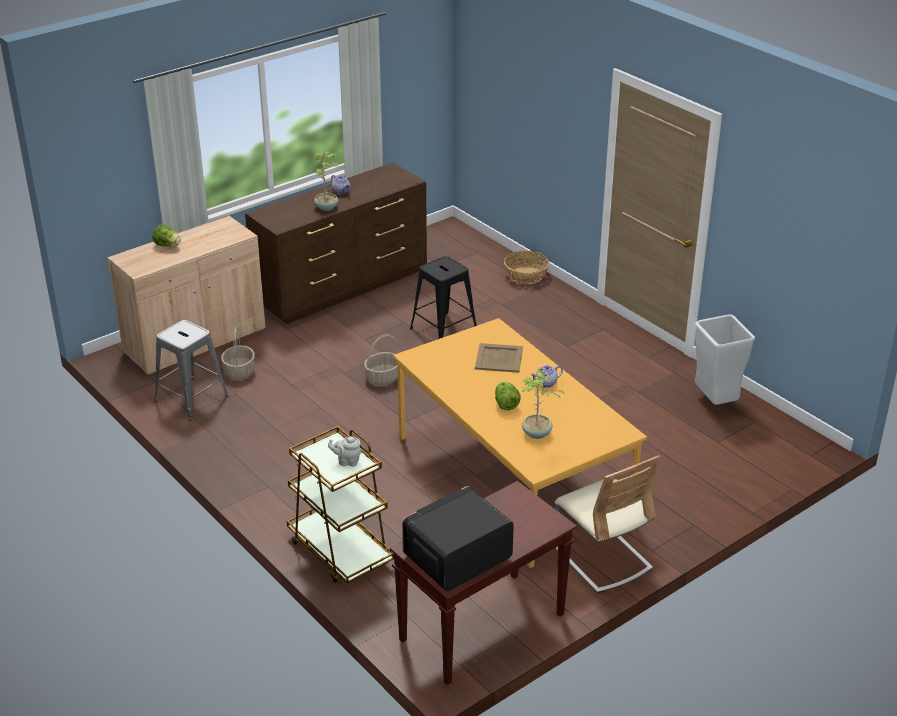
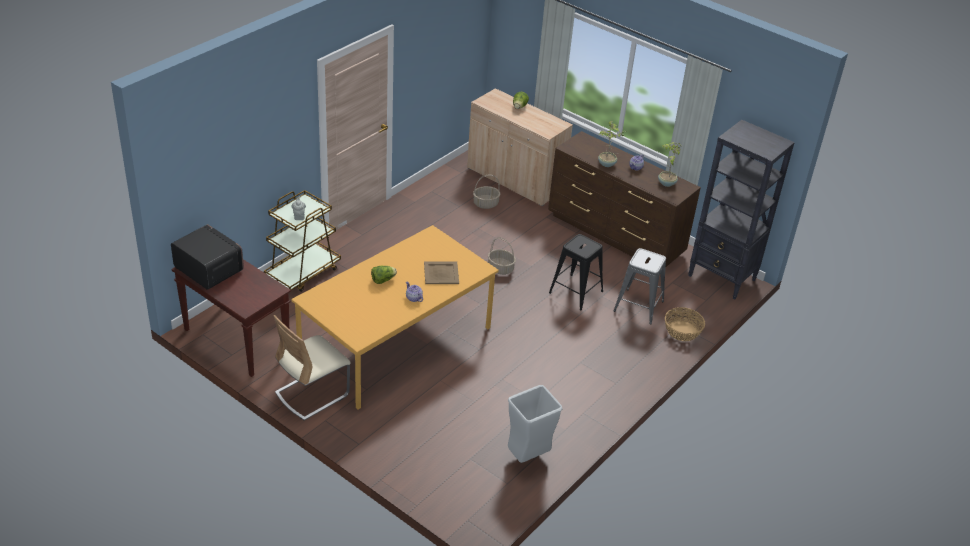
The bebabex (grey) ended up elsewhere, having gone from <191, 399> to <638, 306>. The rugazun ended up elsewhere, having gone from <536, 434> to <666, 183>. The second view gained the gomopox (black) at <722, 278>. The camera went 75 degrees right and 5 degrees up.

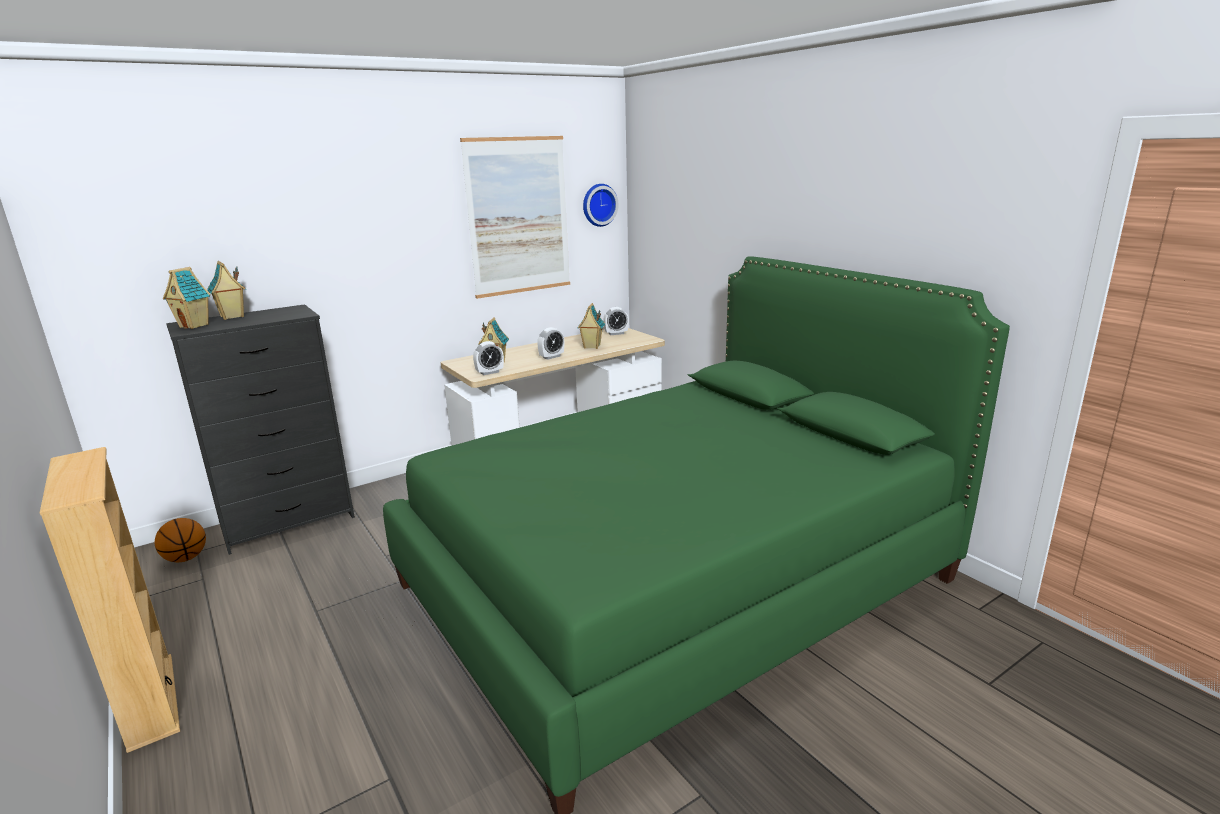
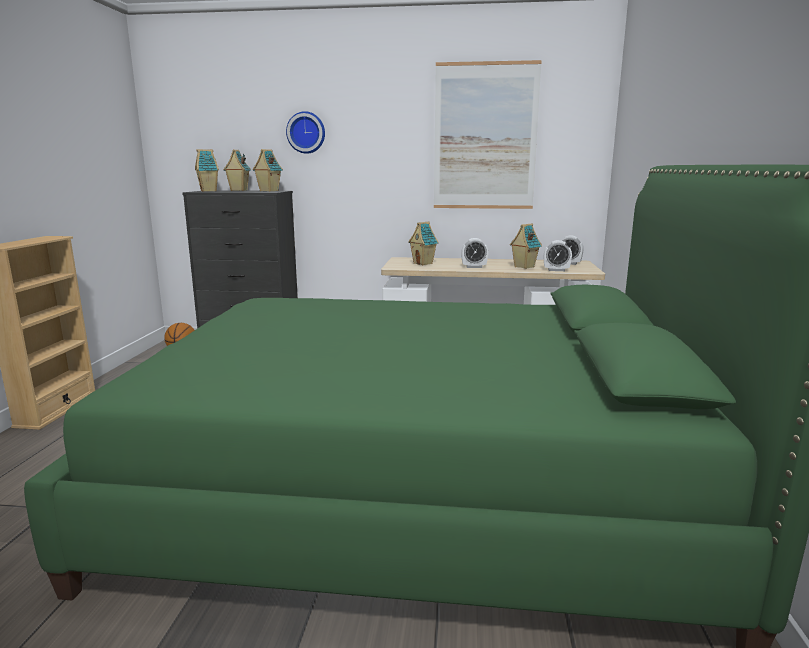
The second view gained the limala at <268, 191>. The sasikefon ended up elsewhere, having gone from <598, 205> to <306, 132>. The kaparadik ended up elsewhere, having gone from <489, 372> to <556, 270>. The camera went 40 degrees right and 5 degrees down.

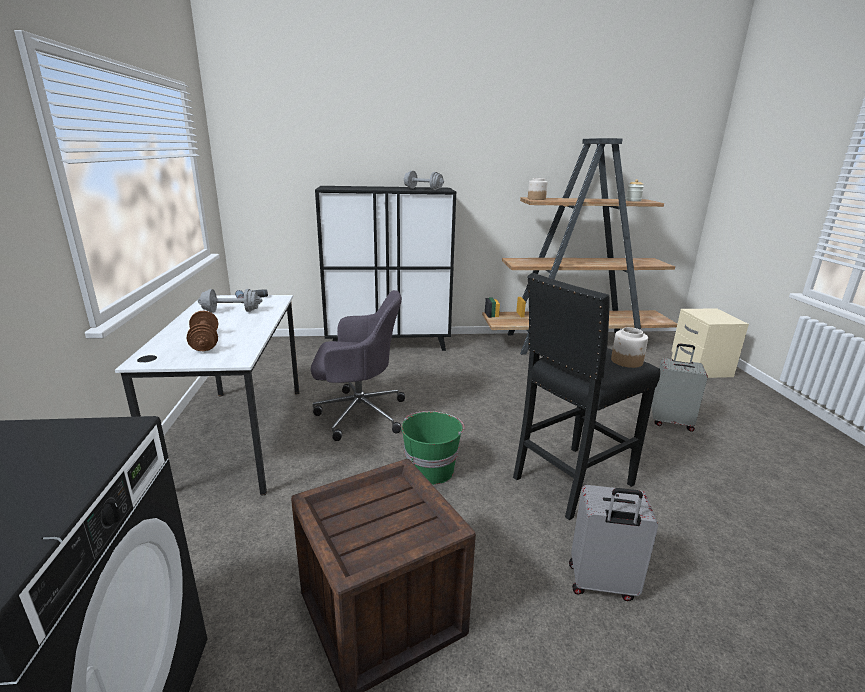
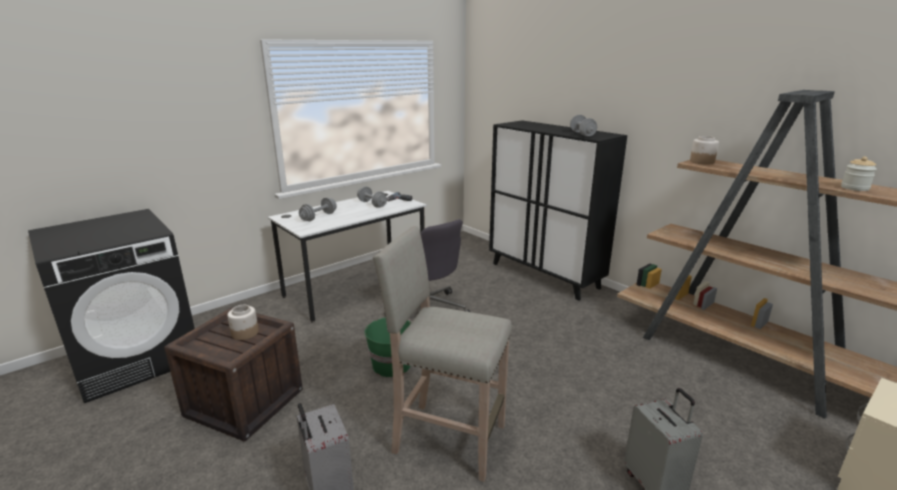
The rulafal ended up elsewhere, having gone from <627, 361> to <245, 333>. What was the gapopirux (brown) at <205, 343> turned into the gapopirux (grey) at <318, 217>. What was the bebabex (black) at <570, 481> turned into the bebabex (beige) at <447, 438>. The camera went 55 degrees right and 0 degrees up.

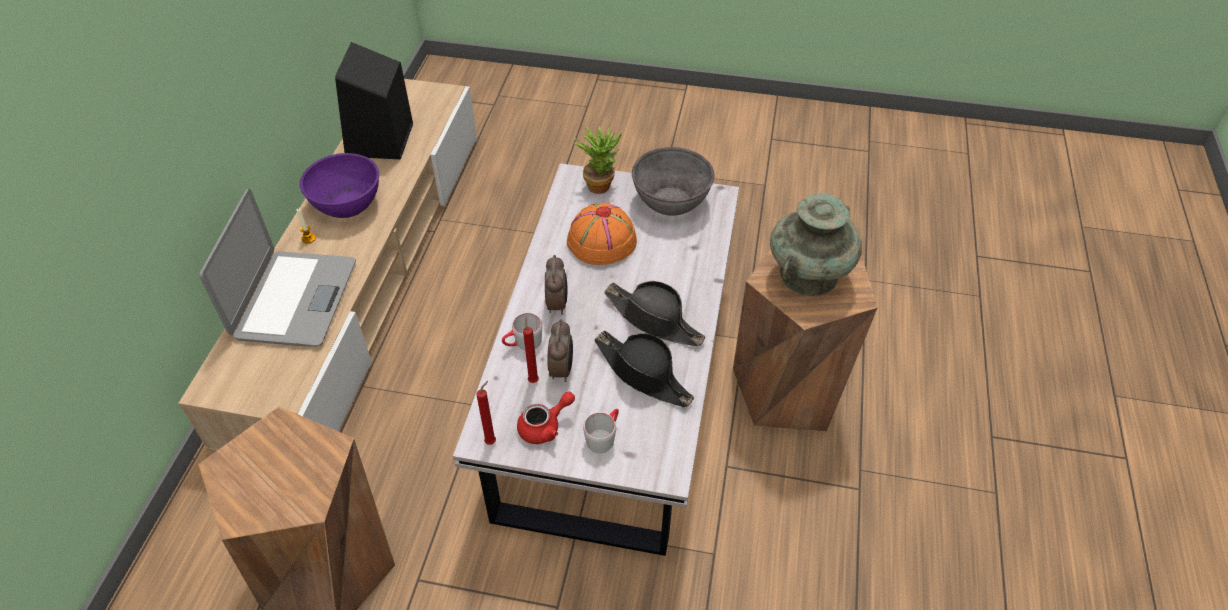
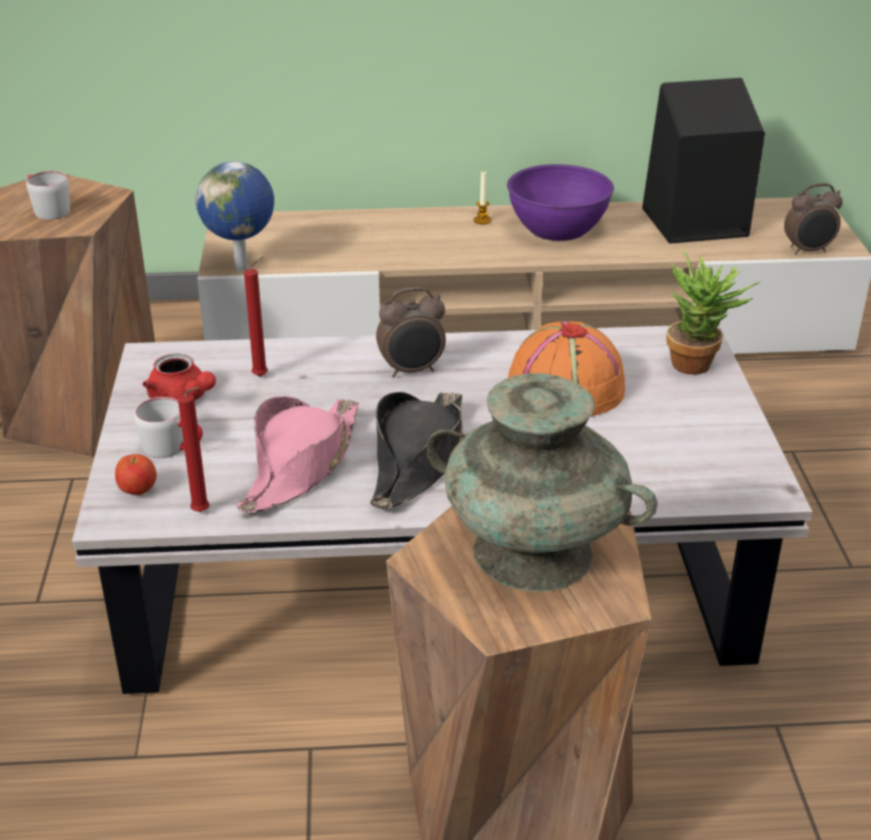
The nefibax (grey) ended up elsewhere, having gone from <523, 343> to <47, 210>. The second view gained the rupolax at <138, 491>. The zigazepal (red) ended up elsewhere, having gone from <492, 441> to <203, 513>. The second view gained the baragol at <243, 268>. What was the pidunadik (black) at <643, 374> turned into the pidunadik (pink) at <301, 466>. The kaparadik ended up elsewhere, having gone from <562, 369> to <808, 251>. The second view lost the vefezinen at <294, 299>. The second view lost the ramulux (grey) at <671, 201>. The camera went 75 degrees right and 15 degrees down.

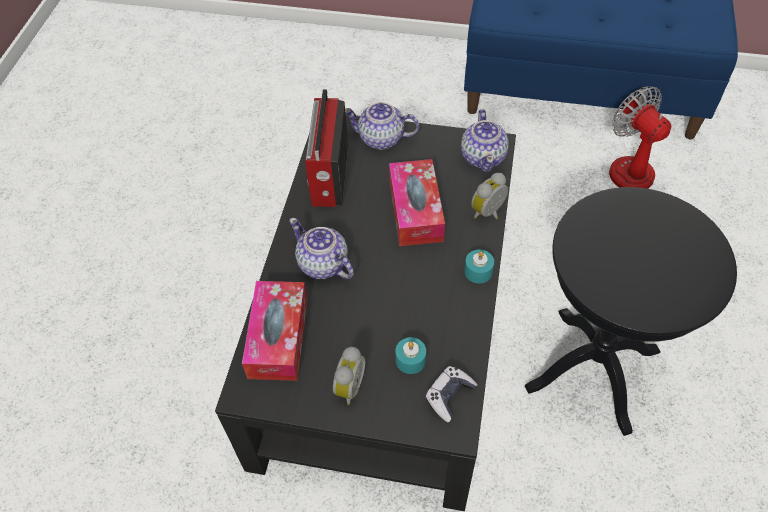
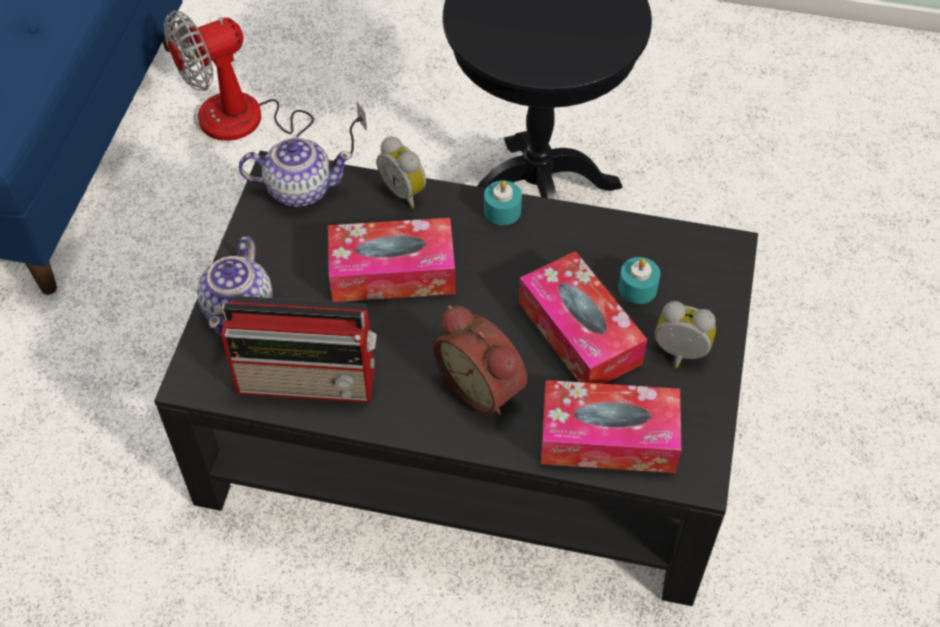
Where the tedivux stood at <323, 265>, the kaparadik came to stand at <484, 385>. The second view gained the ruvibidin at <579, 333>. The second view lost the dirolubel at <449, 396>. The camera went 90 degrees left and 0 degrees up.

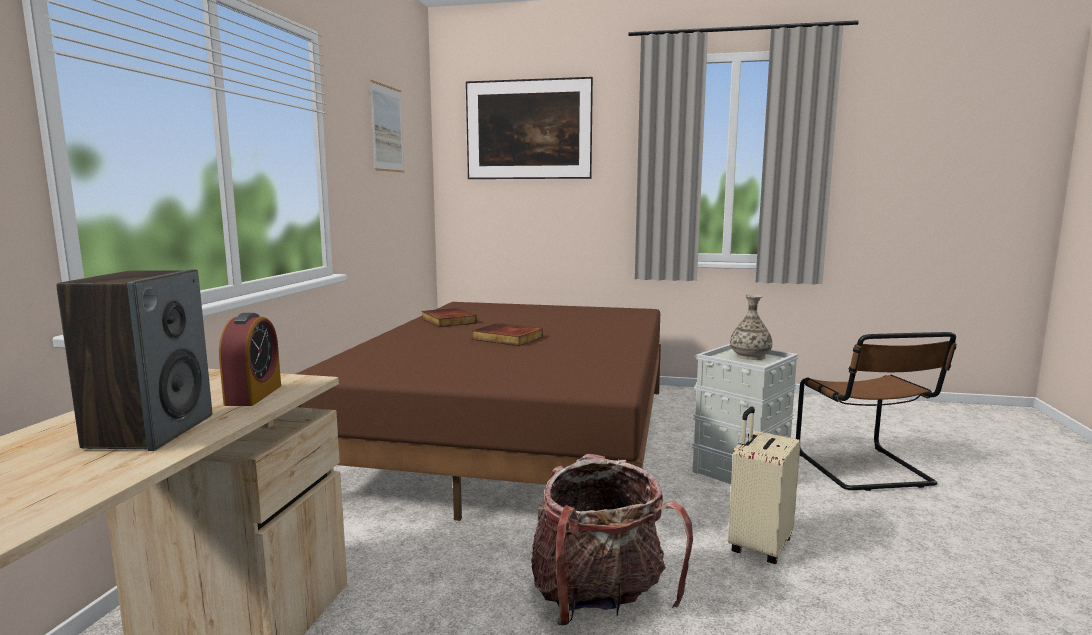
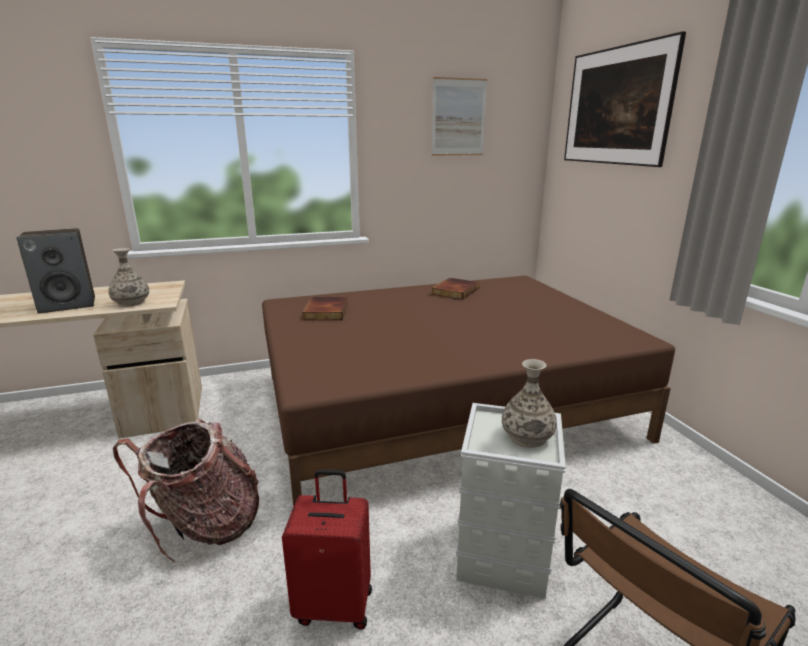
Where the kaparadik stood at <253, 395>, the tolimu came to stand at <131, 302>. What was the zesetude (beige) at <758, 546> turned into the zesetude (red) at <334, 605>. The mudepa ended up elsewhere, having gone from <506, 338> to <325, 311>. The camera went 60 degrees right and 10 degrees up.

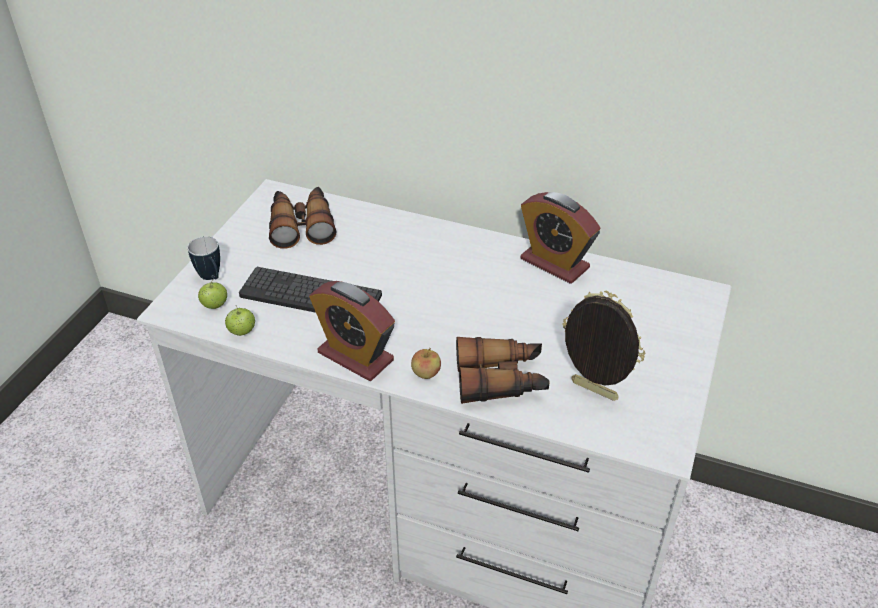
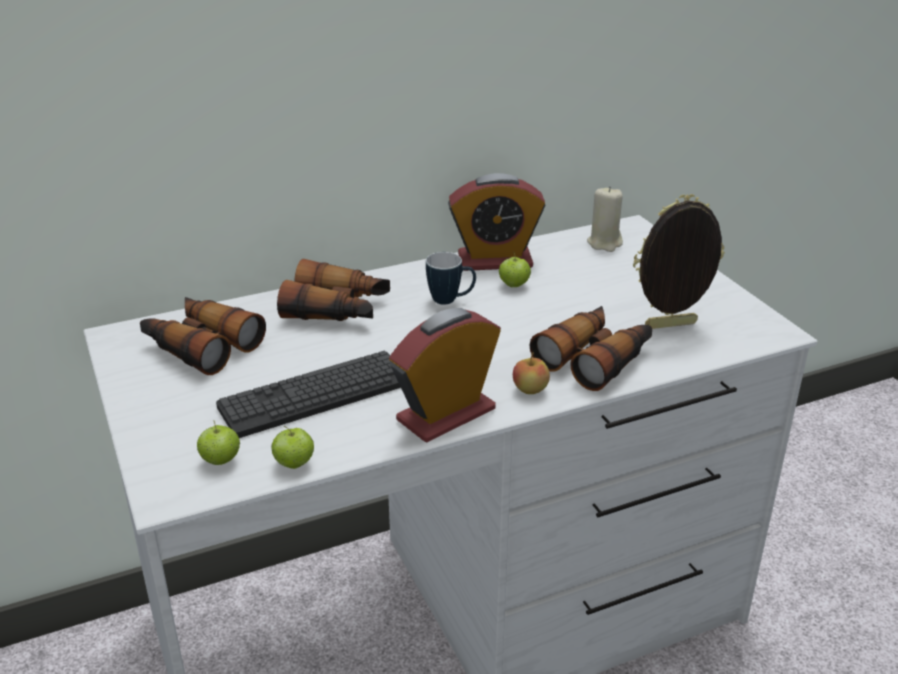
The second view gained the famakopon at <338, 309>. The kaparadik at <355, 356> ended up facing another way, 150 degrees clockwise from before. The nefibax ended up elsewhere, having gone from <212, 278> to <451, 300>. The second view gained the rupolax at <514, 285>. The second view gained the zigazepal (beige) at <604, 243>. The camera went 45 degrees left and 10 degrees down.

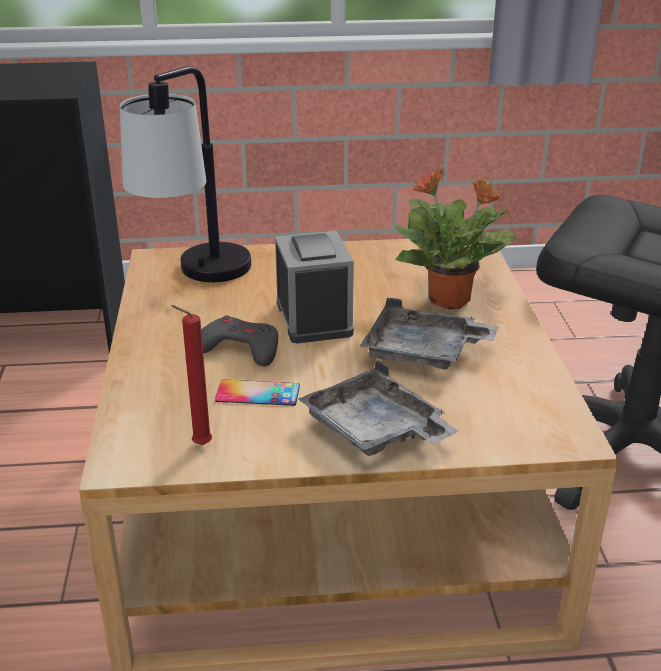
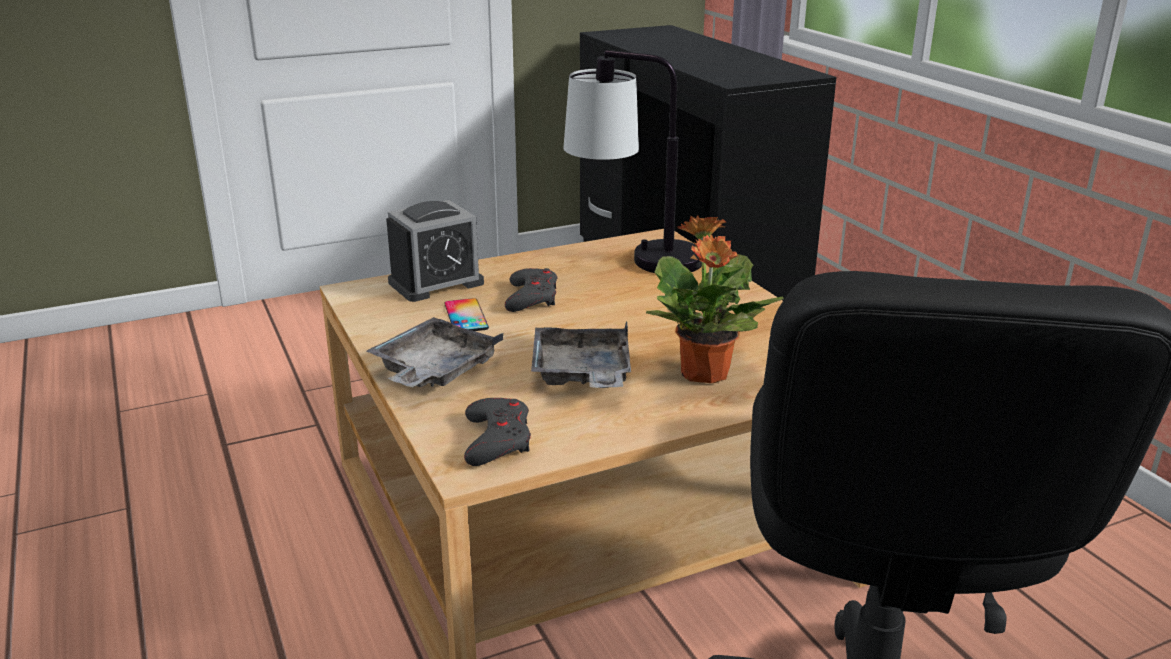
The kaparadik ended up elsewhere, having gone from <314, 318> to <436, 283>. The second view gained the dirolubel (grey) at <497, 439>. The second view lost the zigazepal (red) at <199, 445>. The camera went 70 degrees right and 5 degrees down.

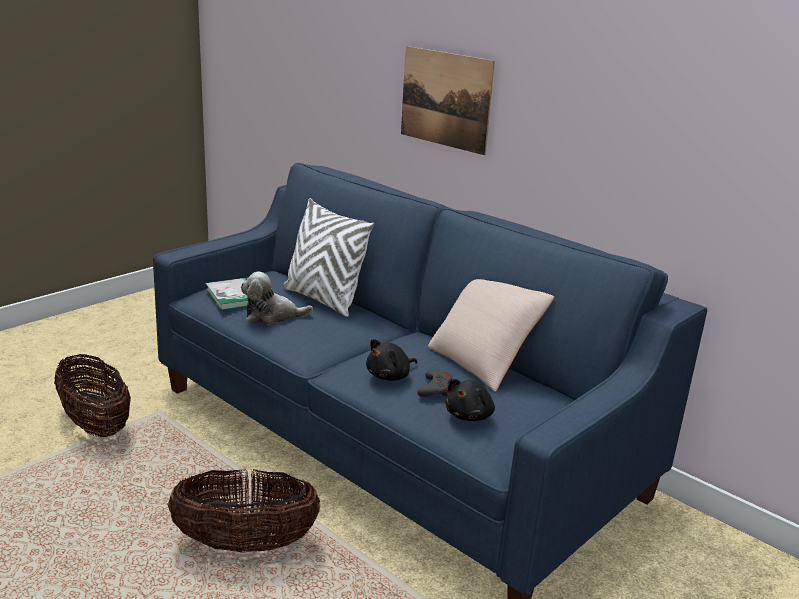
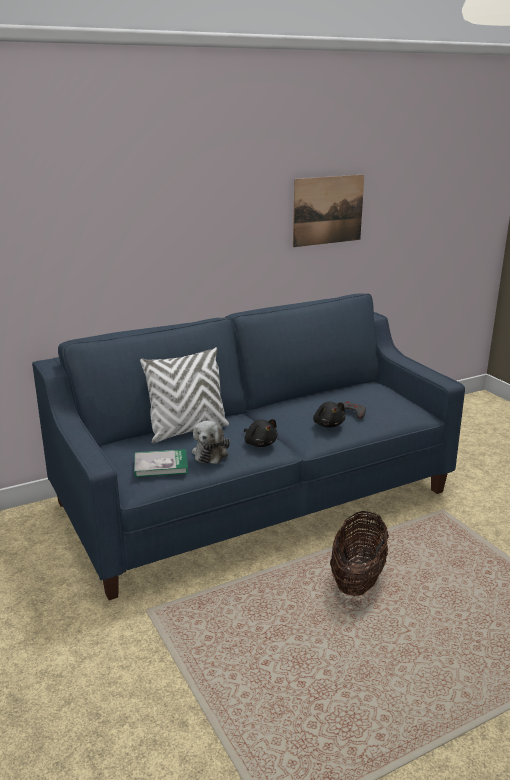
The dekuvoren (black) ended up elsewhere, having gone from <470, 415> to <260, 443>. The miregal ended up elsewhere, having gone from <445, 99> to <328, 210>. The second view lost the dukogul at <96, 425>. The second view lost the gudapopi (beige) at <483, 361>. The camera went 70 degrees left and 0 degrees up.

